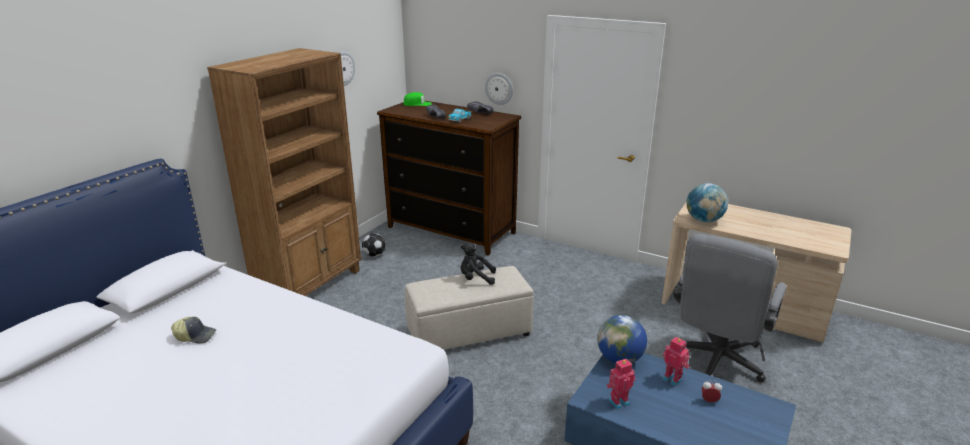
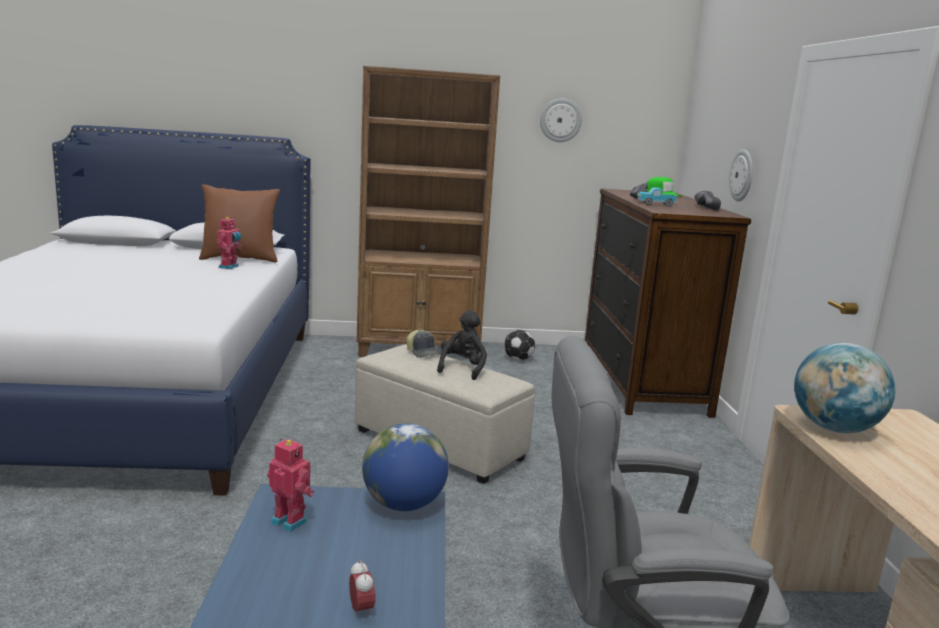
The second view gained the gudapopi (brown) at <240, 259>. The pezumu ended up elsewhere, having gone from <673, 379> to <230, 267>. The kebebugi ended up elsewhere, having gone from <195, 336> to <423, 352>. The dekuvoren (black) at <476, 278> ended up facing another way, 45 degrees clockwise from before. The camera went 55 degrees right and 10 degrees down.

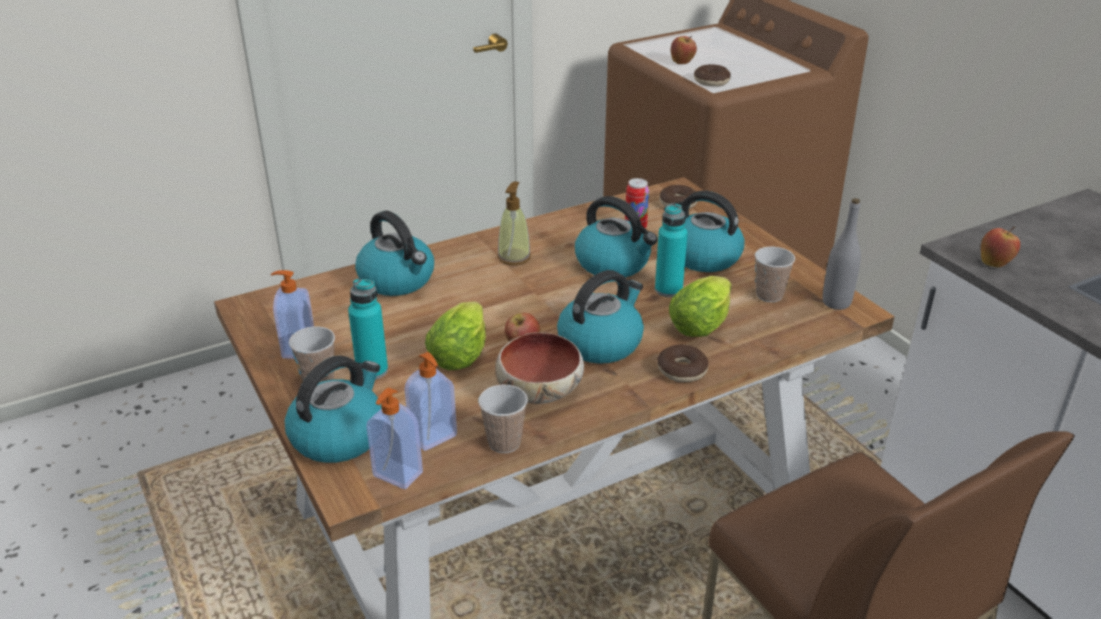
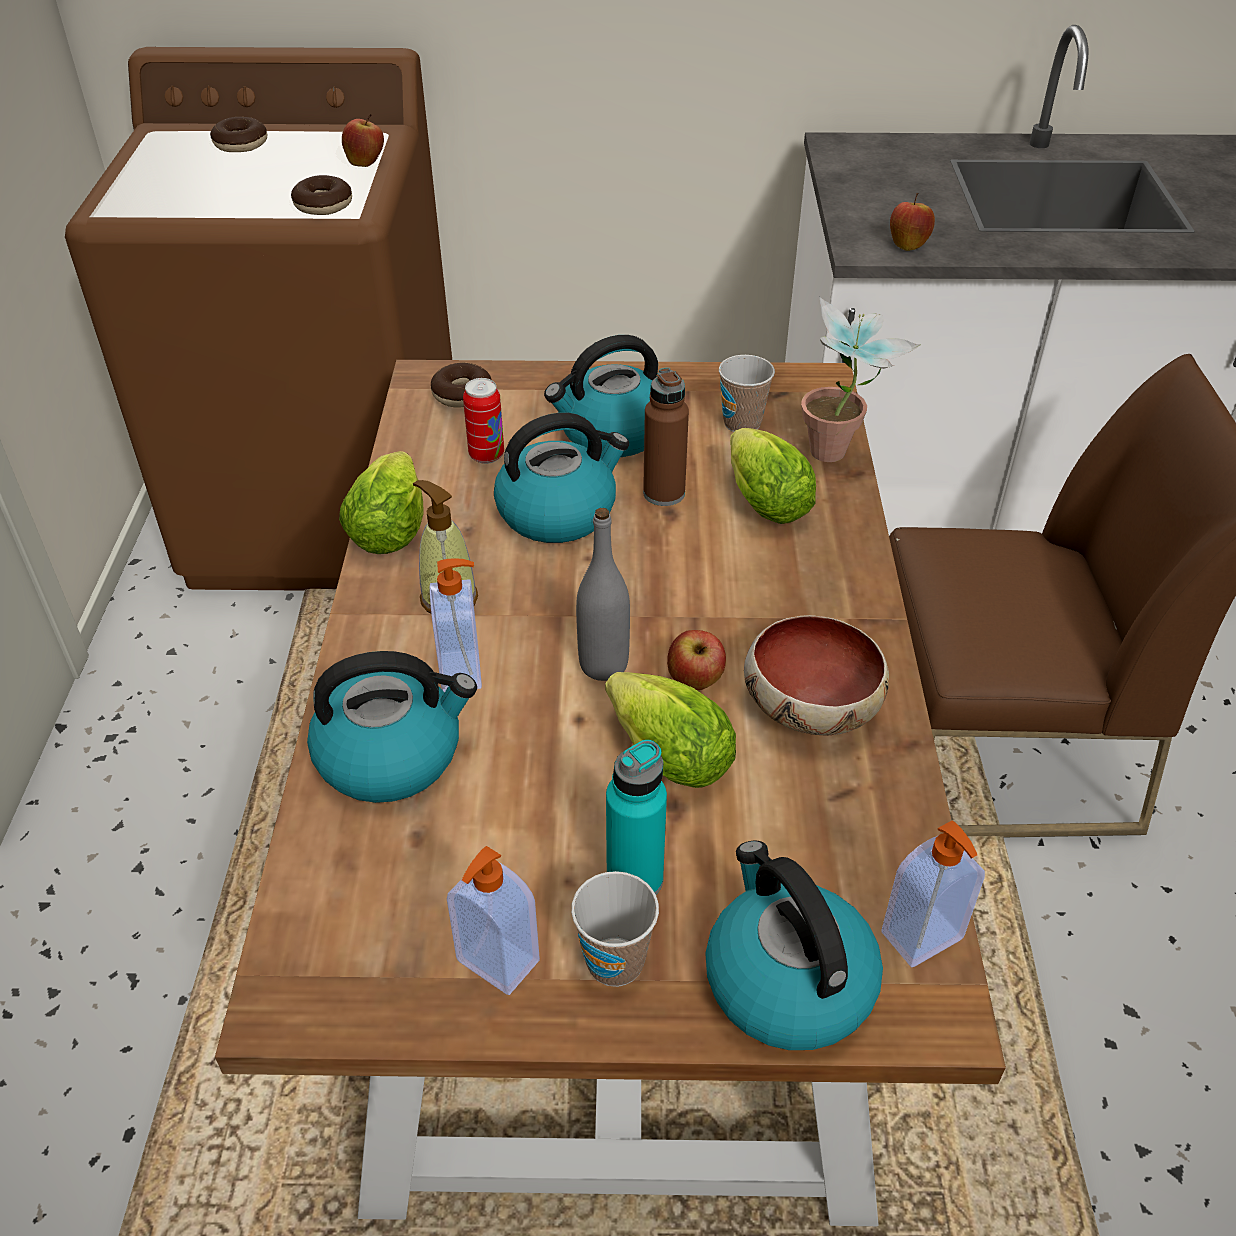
The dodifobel ended up elsewhere, having gone from <682, 370> to <241, 144>. The second view gained the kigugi at <391, 526>. The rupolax ended up elsewhere, having gone from <682, 63> to <366, 163>. The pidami ended up elsewhere, having gone from <434, 437> to <463, 671>. The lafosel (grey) ended up elsewhere, having gone from <836, 302> to <603, 665>. What was the lafosel (turquoise) at <668, 290> turned into the lafosel (brown) at <664, 493>. The second view gained the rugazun at <838, 458>. The second view lost the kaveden at <504, 443>. The second view lost the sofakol at <600, 342>. The camera went 60 degrees left and 10 degrees up.

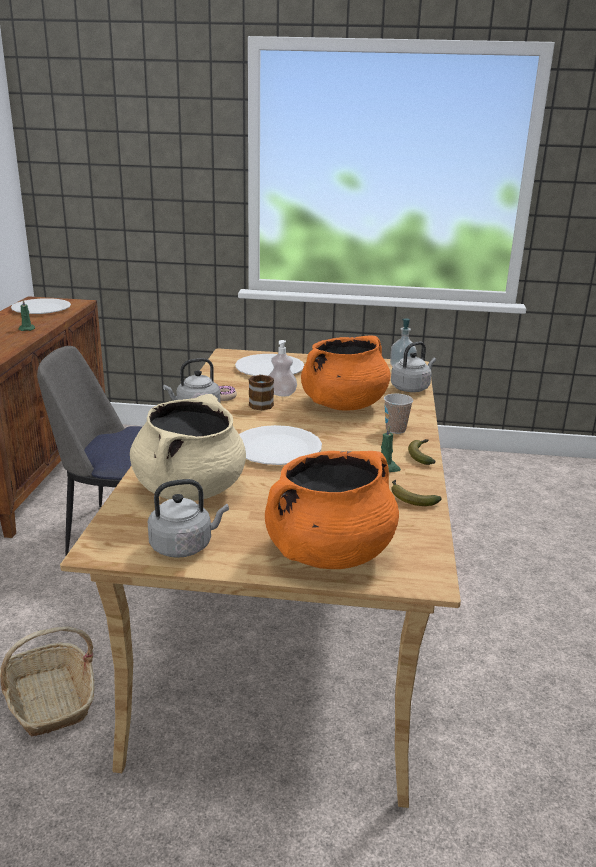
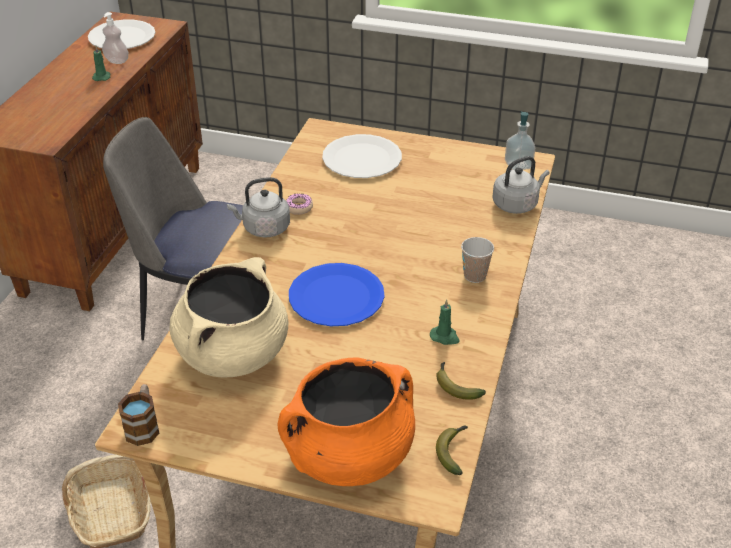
The pidami ended up elsewhere, having gone from <281, 394> to <117, 61>. The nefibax ended up elsewhere, having gone from <261, 403> to <143, 426>. What was the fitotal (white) at <277, 448> turned into the fitotal (blue) at <336, 297>. The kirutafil ended up elsewhere, having gone from <422, 455> to <453, 451>. The second view lost the sofakol (grey) at <184, 546>. The second view lost the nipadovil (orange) at <343, 405>. The camera went 10 degrees right and 15 degrees up.

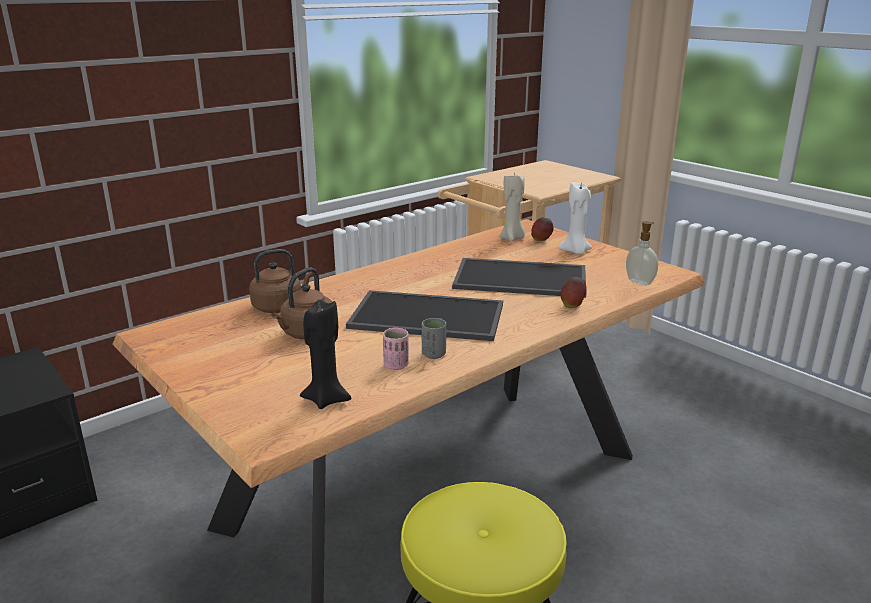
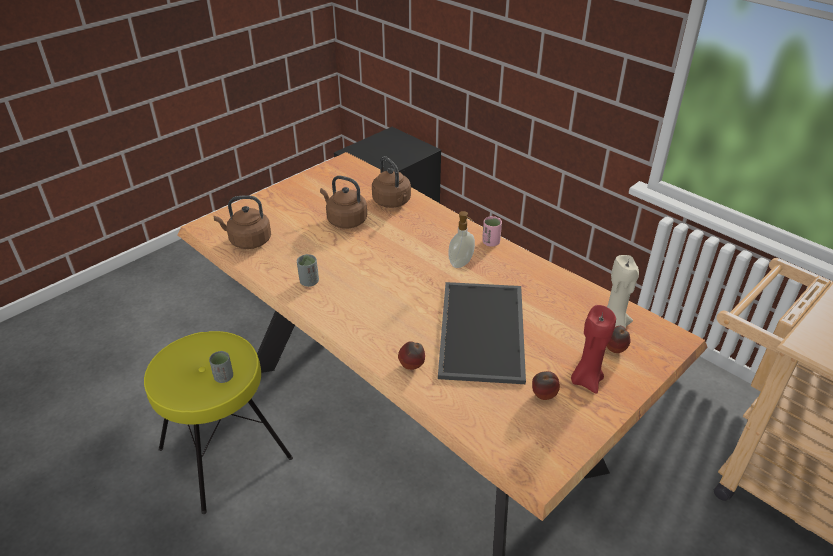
The second view gained the kaveden (grey) at <224, 377>. Where the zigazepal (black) stood at <326, 399>, the sofakol (brown) came to stand at <248, 241>. The pidami ended up elsewhere, having gone from <640, 282> to <461, 263>. The kaveden (pink) ended up elsewhere, having gone from <396, 365> to <491, 242>. The second view gained the rupolax at <543, 396>. What was the zigazepal (white) at <575, 251> turned into the zigazepal (red) at <586, 380>. The second view lost the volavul at <425, 317>. The camera went 85 degrees right and 15 degrees up.

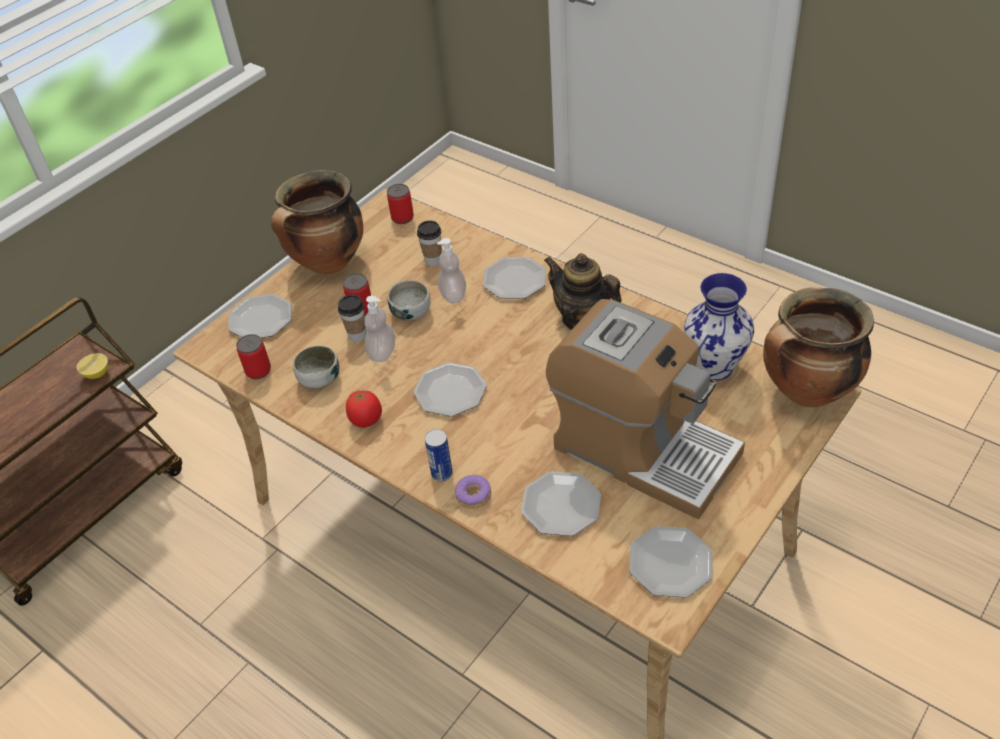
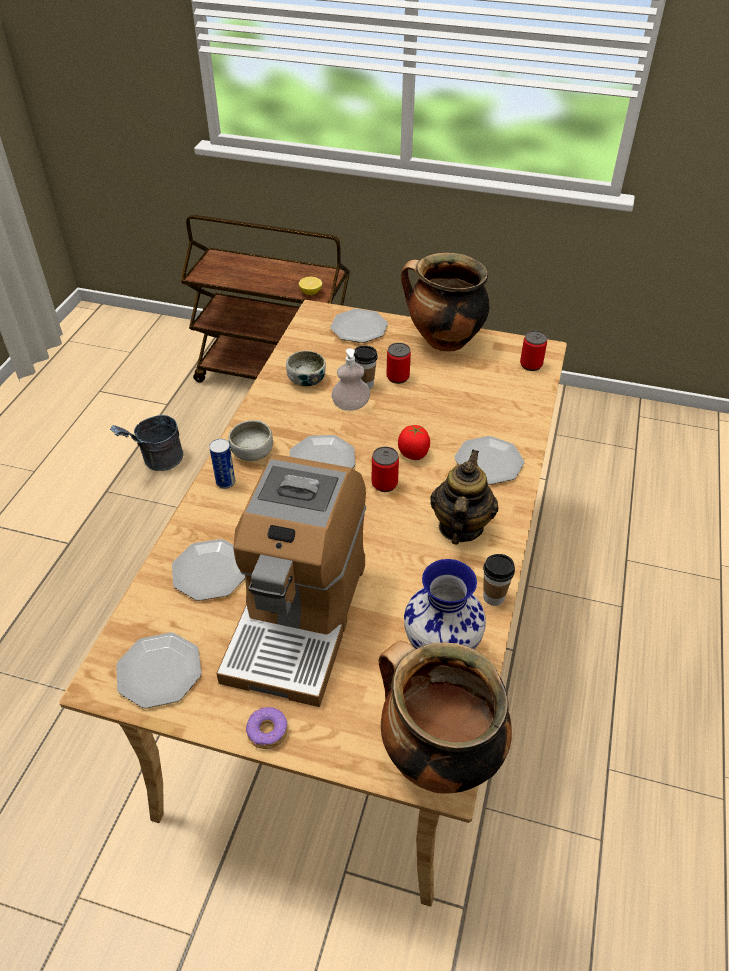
The second view gained the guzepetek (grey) at <157, 462>. The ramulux ended up elsewhere, having gone from <411, 312> to <252, 452>. The dodifobel ended up elsewhere, having gone from <473, 496> to <267, 732>. The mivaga ended up elsewhere, having gone from <258, 371> to <384, 483>. The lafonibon ended up elsewhere, having gone from <366, 420> to <413, 454>. The kaveden ended up elsewhere, having gone from <433, 260> to <493, 597>. The second view lost the pidami at <453, 295>. The camera went 65 degrees right and 0 degrees up.

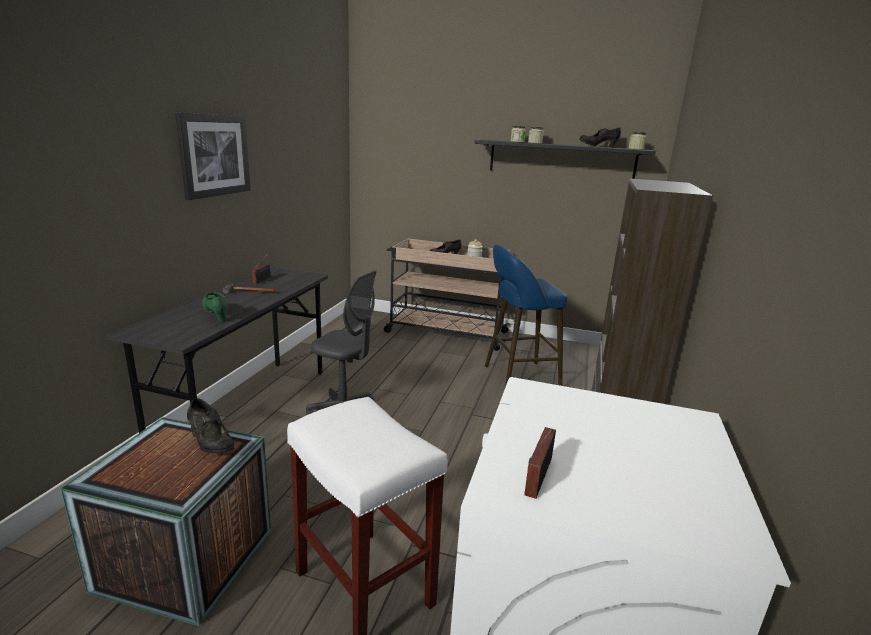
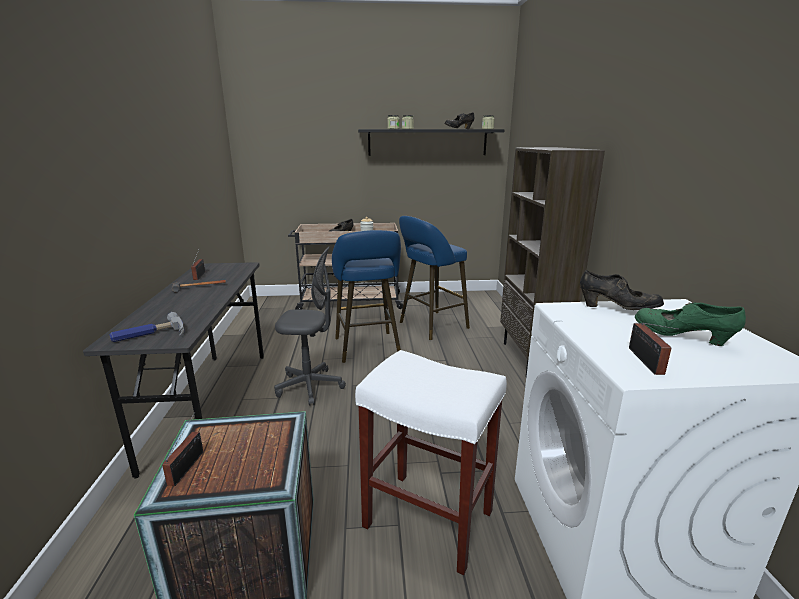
The second view gained the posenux at <149, 335>. The second view gained the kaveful at <188, 466>. The second view gained the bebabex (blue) at <368, 348>. The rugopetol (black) ended up elsewhere, having gone from <211, 444> to <617, 309>. The rugopetol (green) ended up elsewhere, having gone from <216, 315> to <681, 337>. The second view lost the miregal at <214, 155>. The camera went 20 degrees left and 0 degrees up.

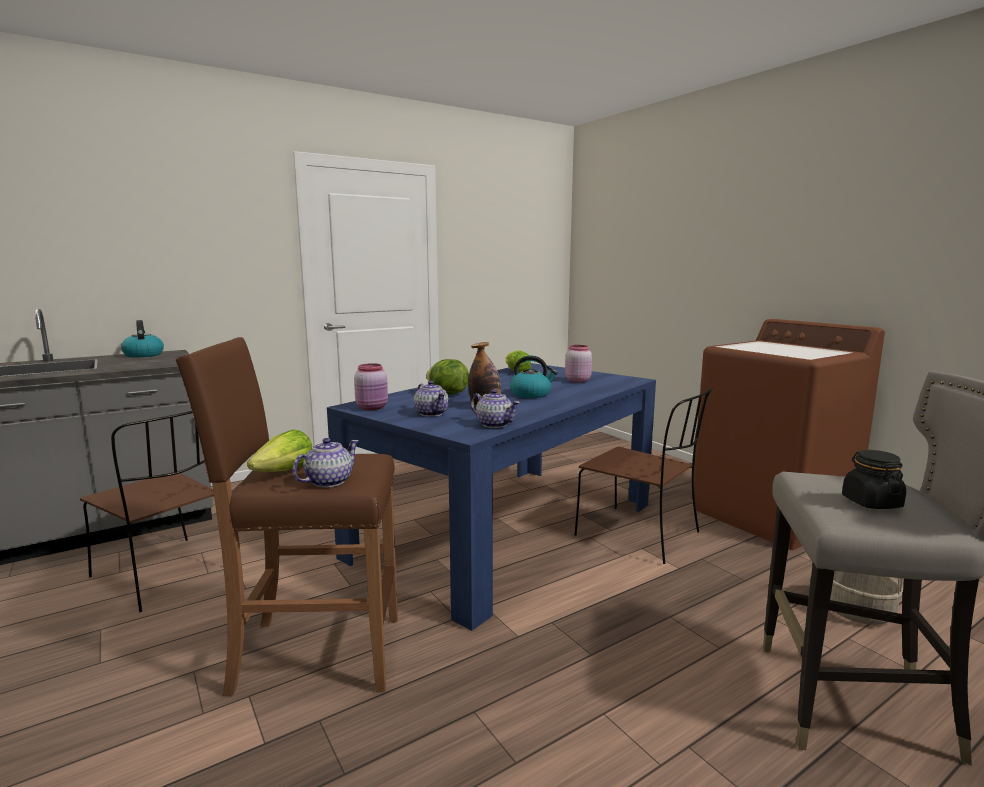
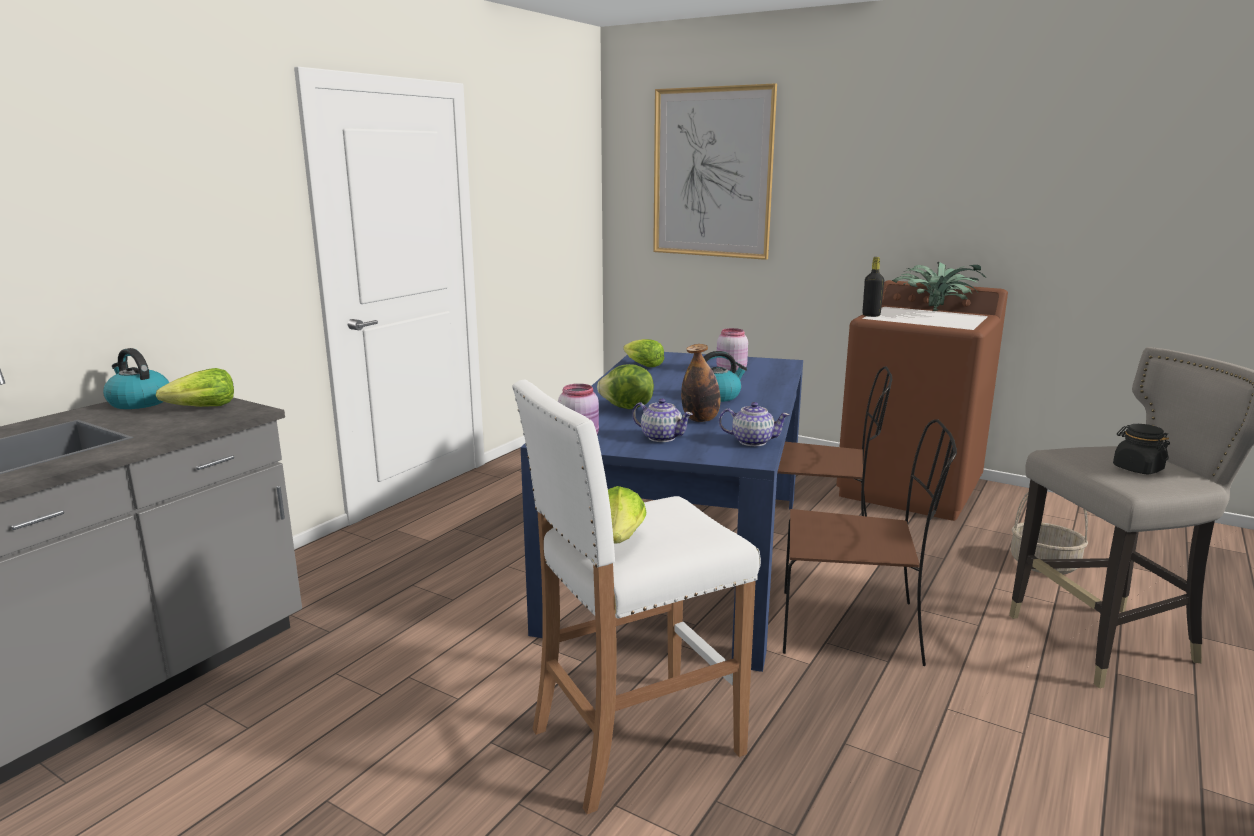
The second view gained the kigugi at <203, 408>. What was the bebabex (brown) at <316, 653> turned into the bebabex (white) at <634, 741>. The second view gained the miregal at <712, 173>. The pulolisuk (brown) ended up elsewhere, having gone from <168, 574> to <854, 628>. The second view gained the lafosel (black) at <871, 315>. The second view gained the rugazun at <936, 312>. The second view lost the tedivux at <328, 481>. The camera went 25 degrees left and 5 degrees up.

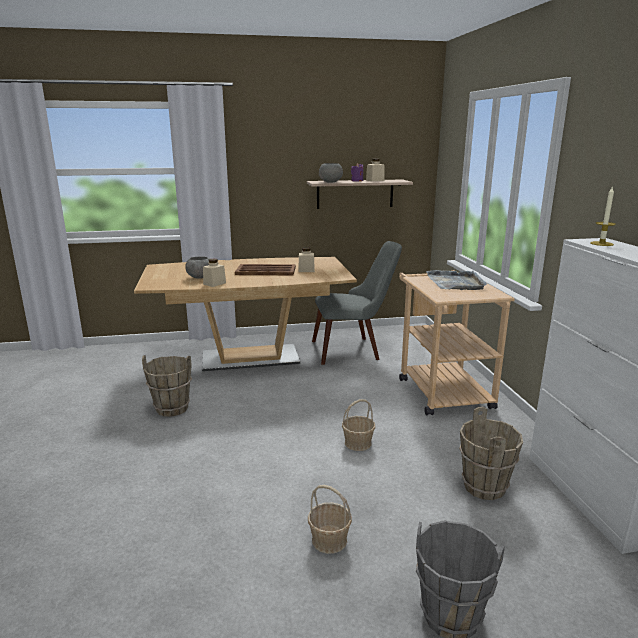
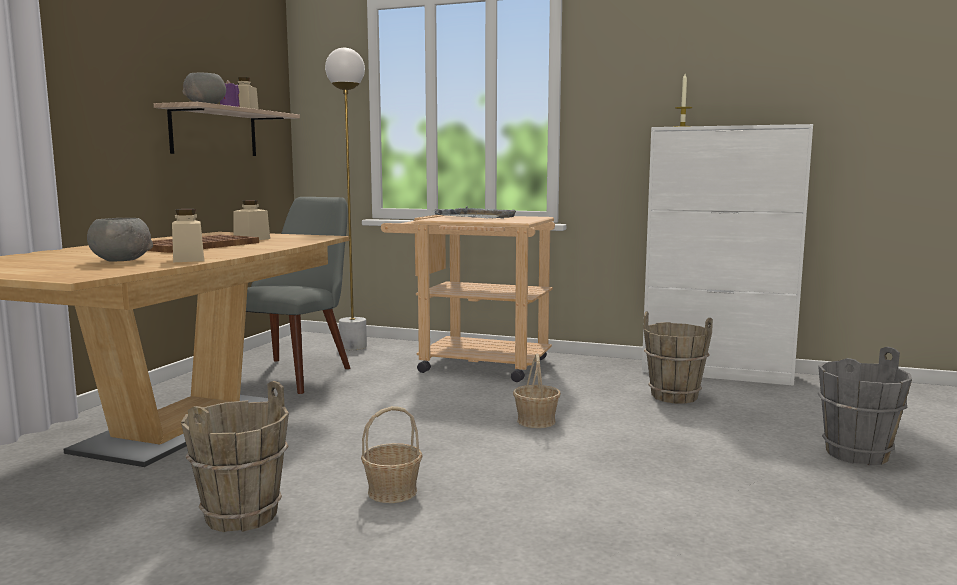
The second view gained the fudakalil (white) at <353, 347>. The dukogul ended up elsewhere, having gone from <329, 540> to <393, 492>. The camera went 60 degrees left and 10 degrees down.

